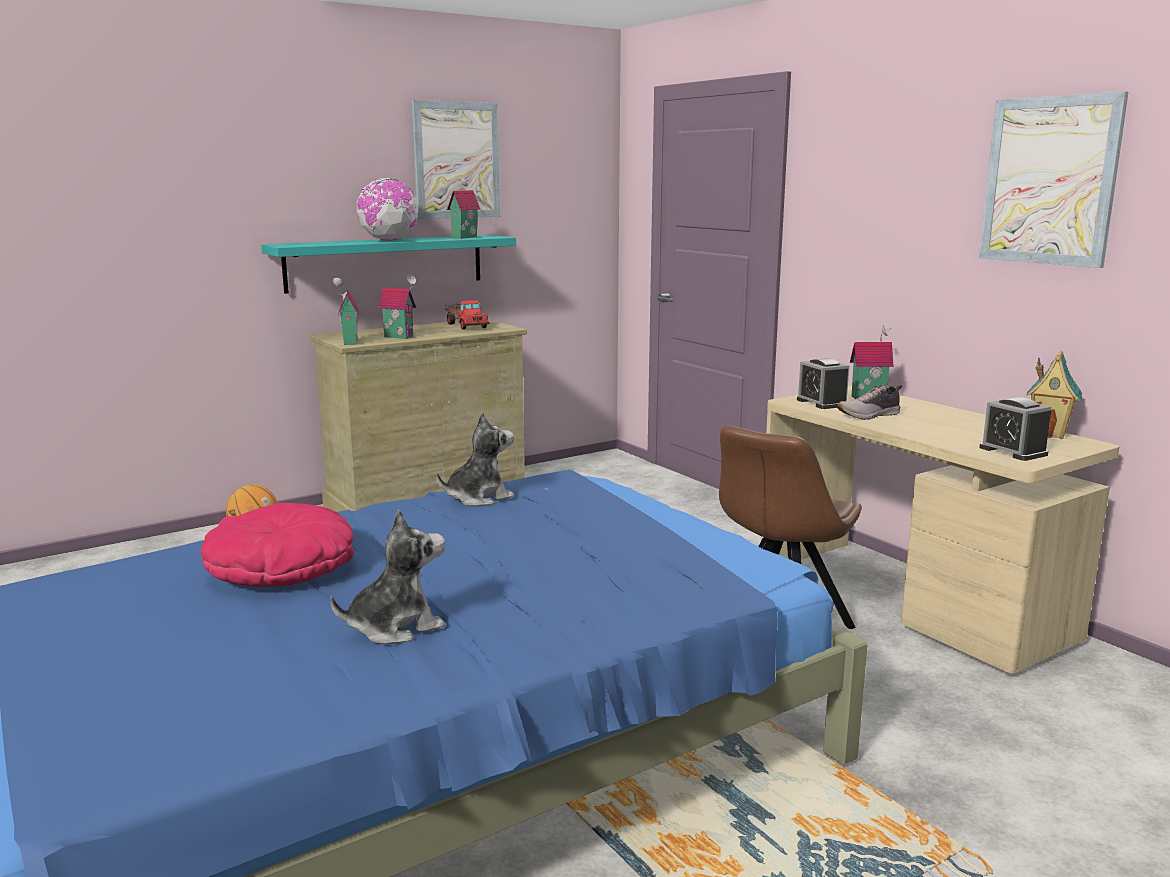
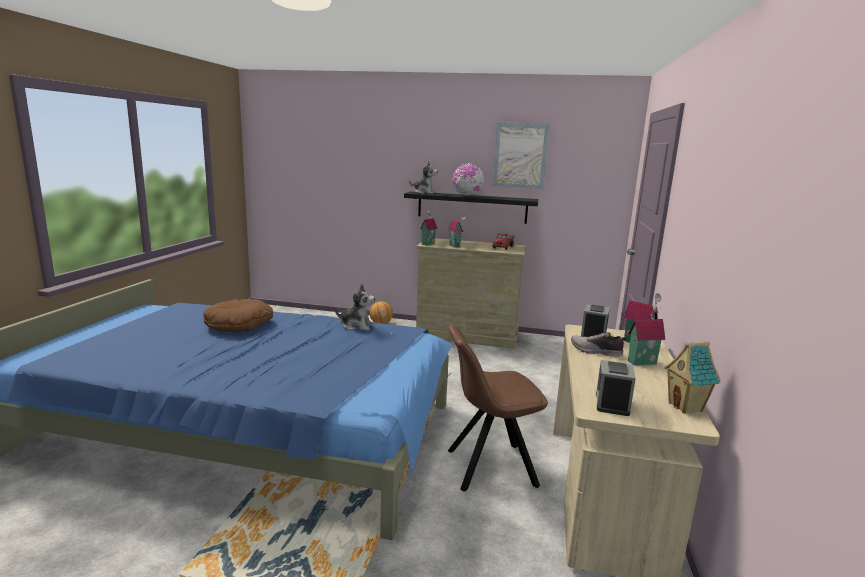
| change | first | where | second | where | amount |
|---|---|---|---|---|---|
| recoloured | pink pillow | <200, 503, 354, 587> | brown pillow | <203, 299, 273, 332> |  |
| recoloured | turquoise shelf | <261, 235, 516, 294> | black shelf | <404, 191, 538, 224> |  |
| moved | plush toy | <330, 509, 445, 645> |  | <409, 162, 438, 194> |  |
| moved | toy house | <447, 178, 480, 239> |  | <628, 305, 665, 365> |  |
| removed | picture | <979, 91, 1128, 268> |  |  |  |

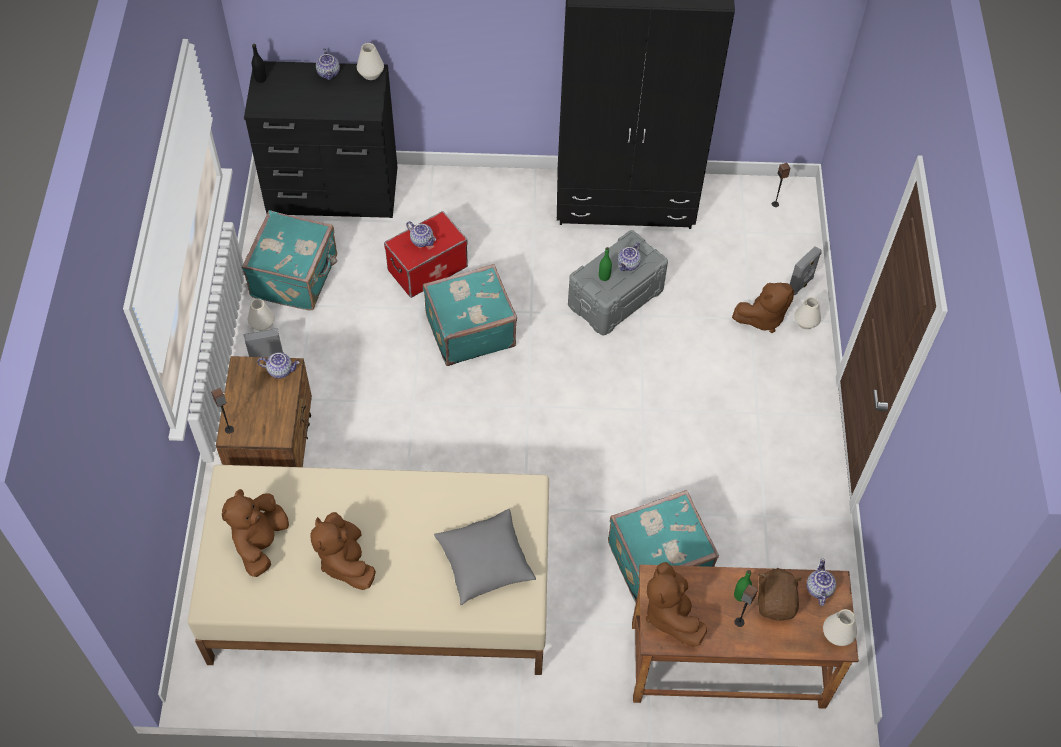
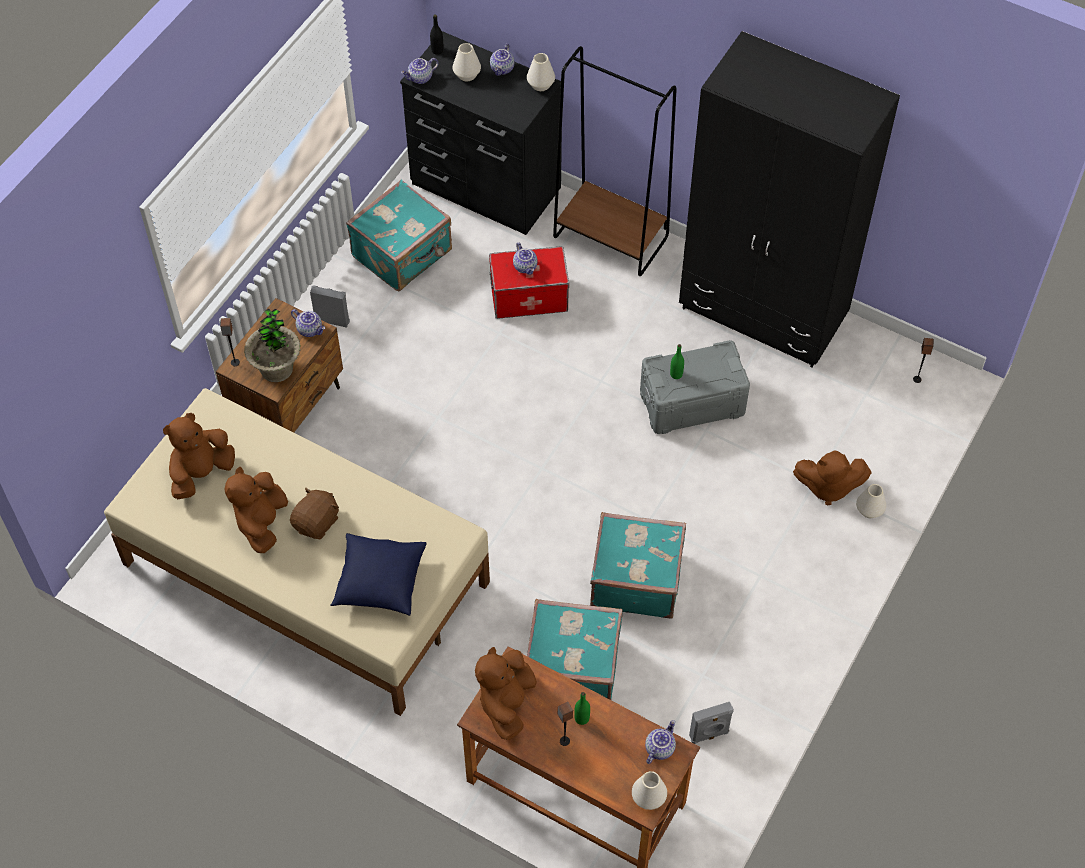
| change | first | where | second | where | amount |
|---|---|---|---|---|---|
| added |  |  | potted plant | <244, 309, 301, 382> |  |
| moved | brown plush toy | <758, 568, 802, 621> |  | <290, 488, 339, 539> |  |
| recoloured | grey pillow | <434, 509, 536, 605> | blue pillow | <330, 533, 427, 616> |  |
| moved | teapot | <617, 242, 641, 271> |  | <401, 58, 439, 84> |  |
| moved | white vase | <248, 299, 275, 331> |  | <453, 43, 481, 81> |  |
| added |  |  | clothes rack | <553, 46, 677, 276> |  |
| moved | turquoise suitcase | <423, 264, 517, 366> |  | <590, 512, 686, 619> |  |
| moved | grey speaker | <789, 246, 822, 295> |  | <689, 702, 734, 744> |  |

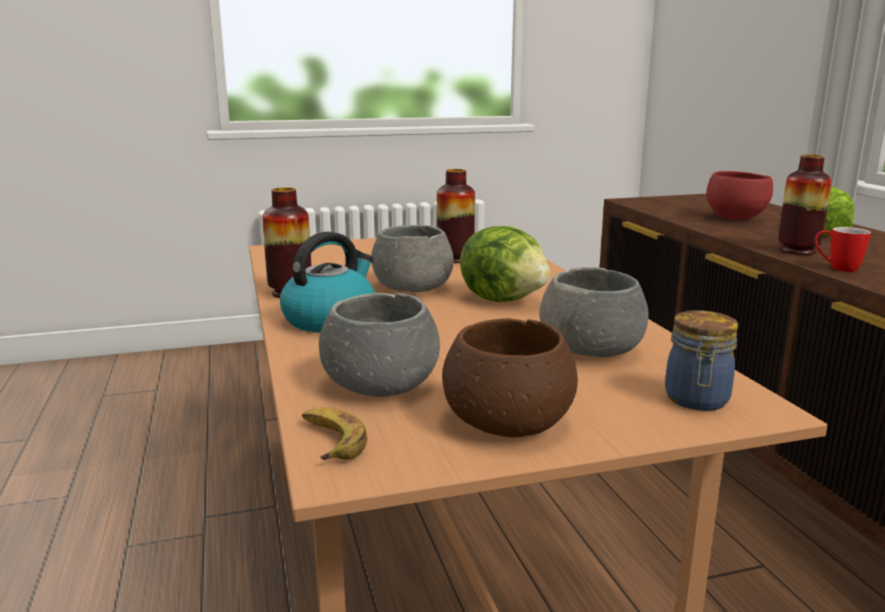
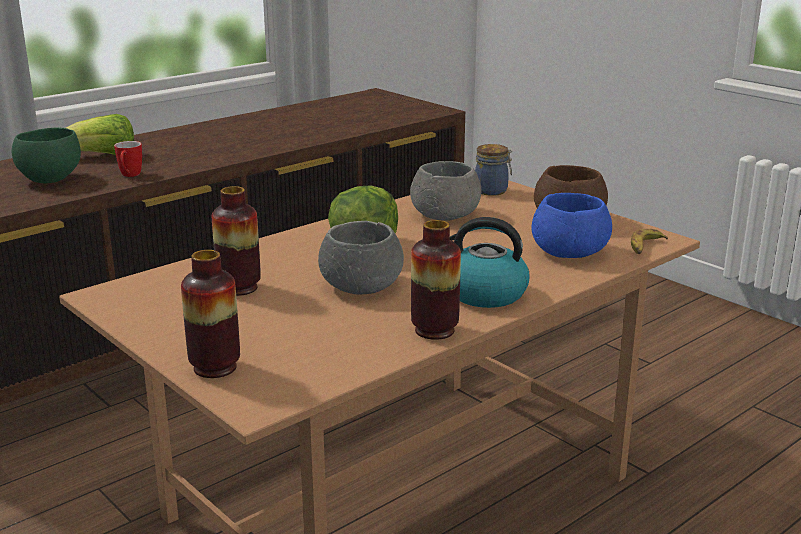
| change | first | where | second | where | amount |
|---|---|---|---|---|---|
| recoloured | red bowl | <706, 171, 773, 220> | green bowl | <12, 128, 81, 183> |  |
| moved | mug | <815, 227, 871, 272> |  | <114, 141, 142, 177> |  |
| moved | vase | <778, 155, 832, 255> |  | <181, 250, 240, 378> |  |
| recoloured | grey bowl | <319, 293, 440, 397> | blue bowl | <531, 193, 612, 258> |  |

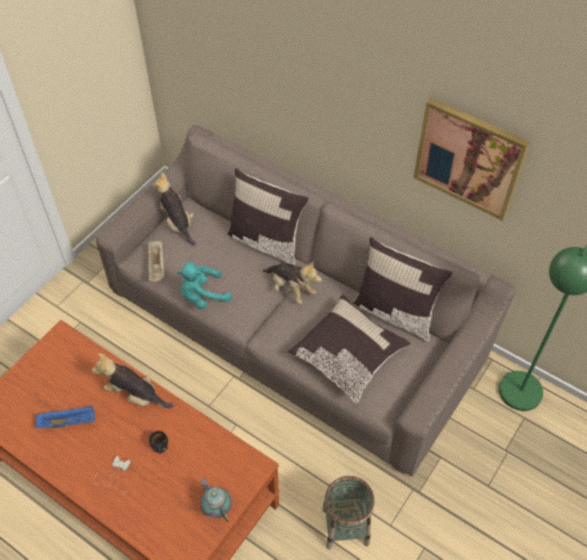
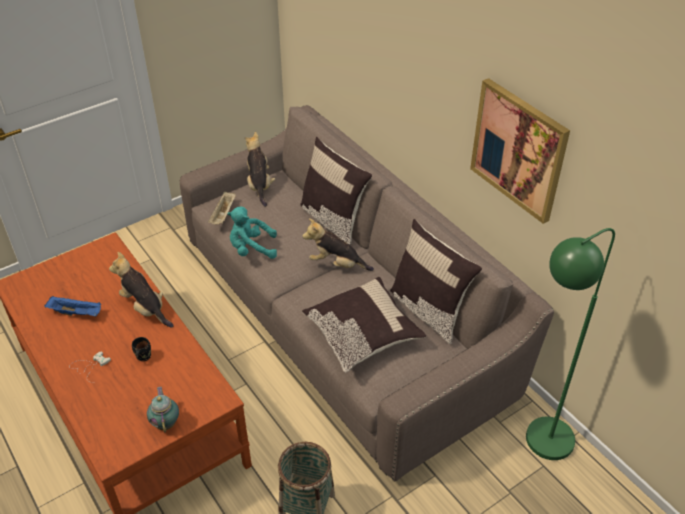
| change | first | where | second | where | amount |
|---|---|---|---|---|---|
| turned | plush toy | <263, 262, 322, 304> |  | <302, 218, 374, 271> | 135 degrees clockwise |

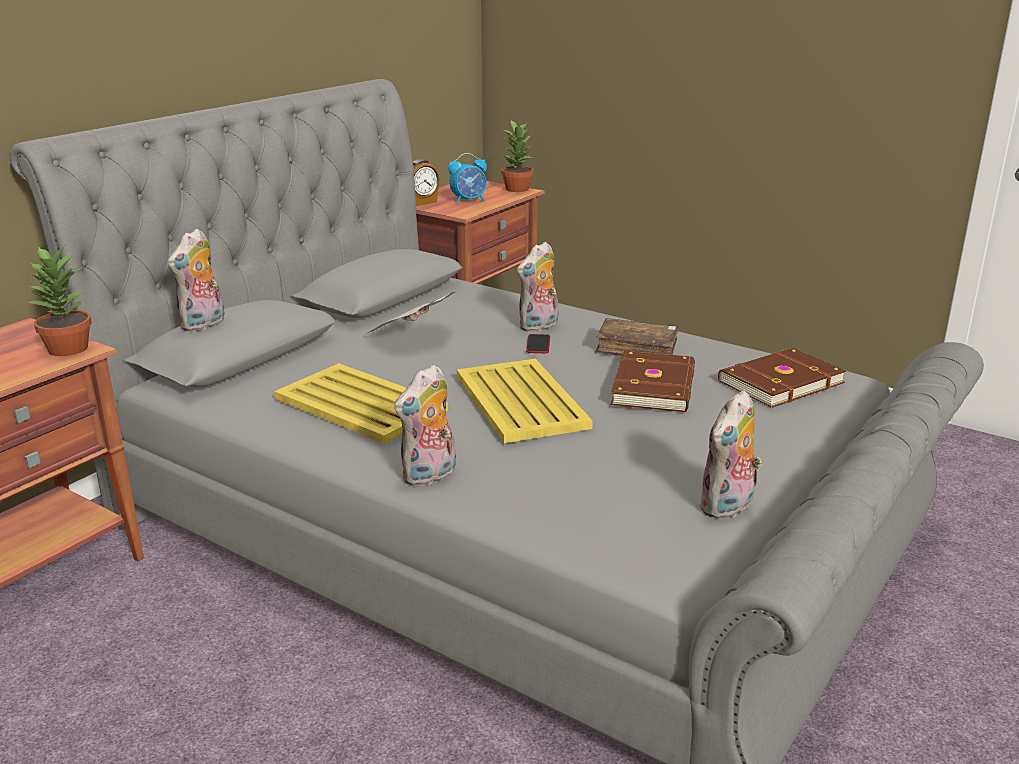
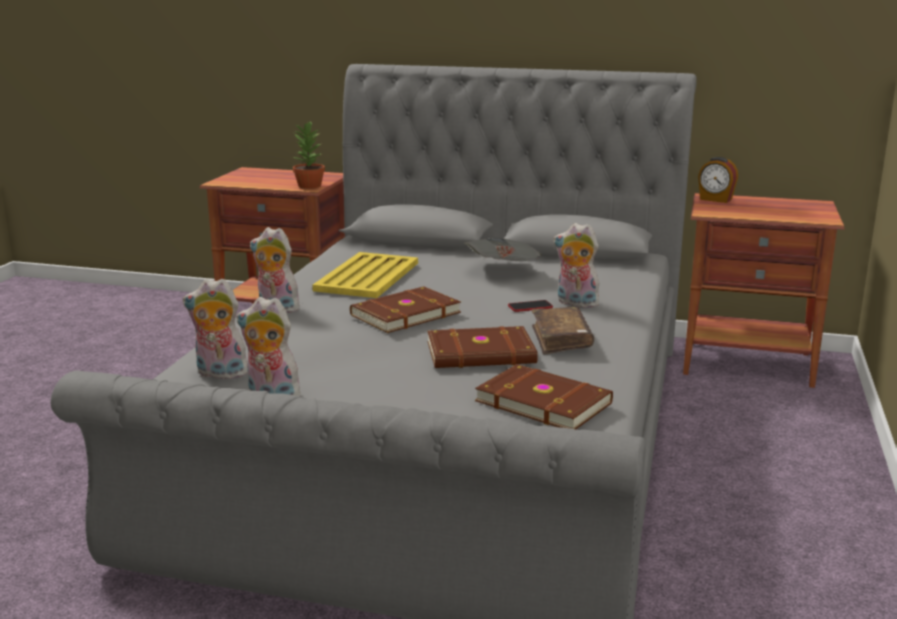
| change | first | where | second | where | amount |
|---|---|---|---|---|---|
| moved | plush toy | <168, 228, 225, 332> |  | <183, 279, 248, 379> |  |
| replaced | yellow tray | <457, 359, 593, 443> | brown book | <350, 286, 461, 333> |  |
| removed | alarm clock | <448, 153, 487, 204> |  |  |  |
| removed | potted plant | <501, 120, 534, 192> |  |  |  |

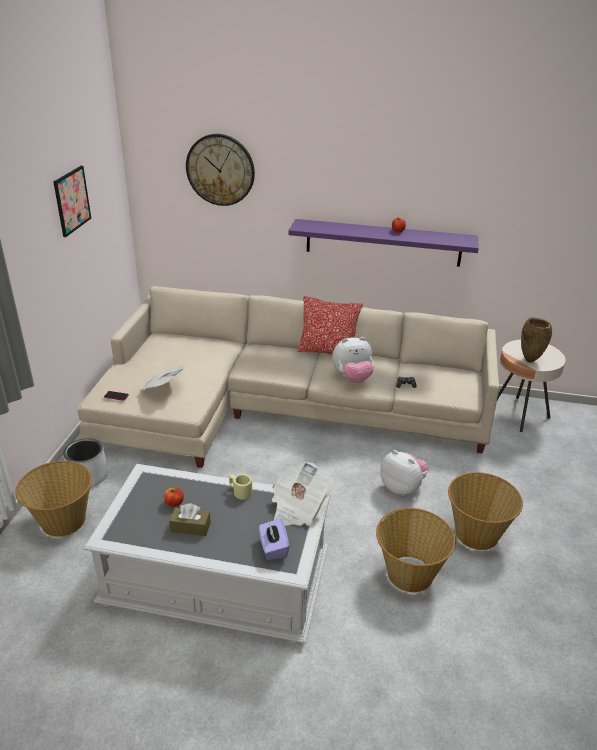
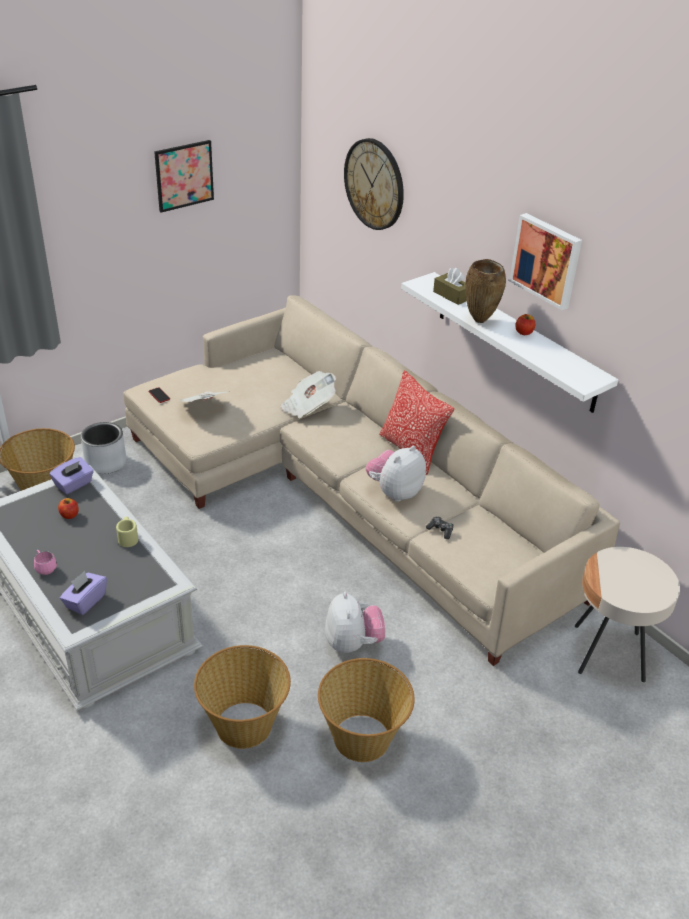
| change | first | where | second | where | amount |
|---|---|---|---|---|---|
| added |  |  | pink mug | <34, 550, 57, 575> |  |
| added |  |  | purple tissue box | <50, 457, 94, 494> |  |
| moved | newspaper | <272, 462, 331, 526> |  | <281, 371, 336, 418> |  |
| turned | plush toy | <332, 337, 374, 383> |  | <366, 446, 426, 502> | 105 degrees clockwise |
| recoloured | purple shelf | <288, 219, 479, 267> | white shelf | <401, 272, 618, 413> |  |
| moved | brown tissue box | <169, 503, 211, 536> |  | <433, 268, 466, 305> |  |
| moved | brown vase | <521, 318, 552, 362> |  | <465, 259, 506, 323> |  |
| added |  |  | picture | <509, 213, 582, 310> |  |

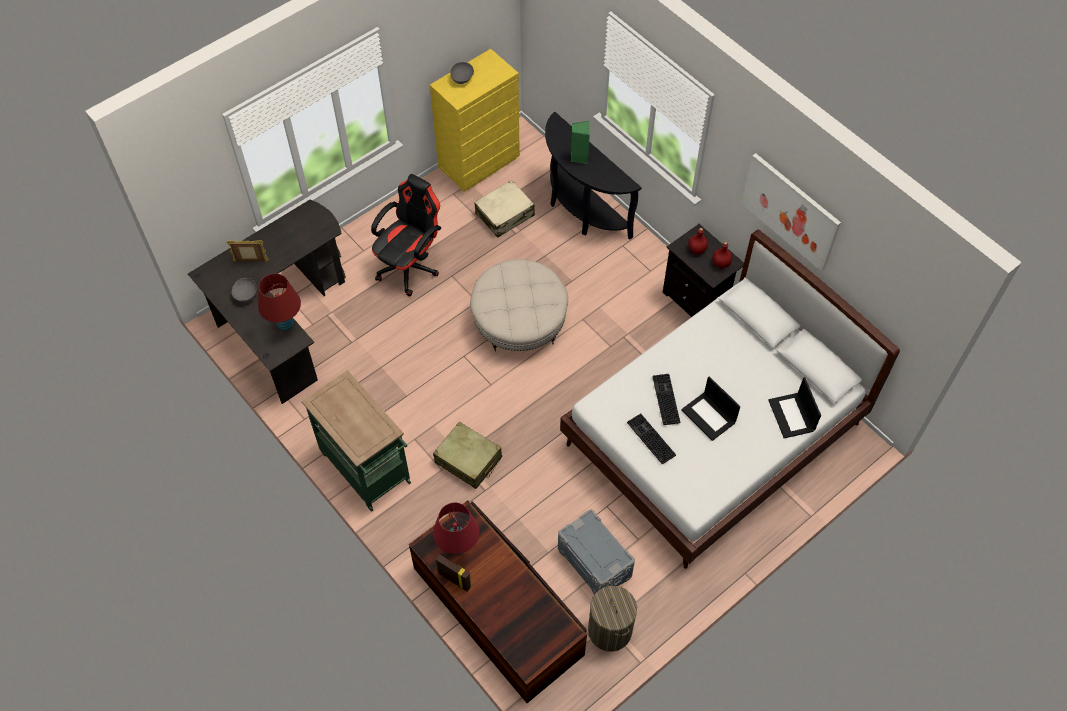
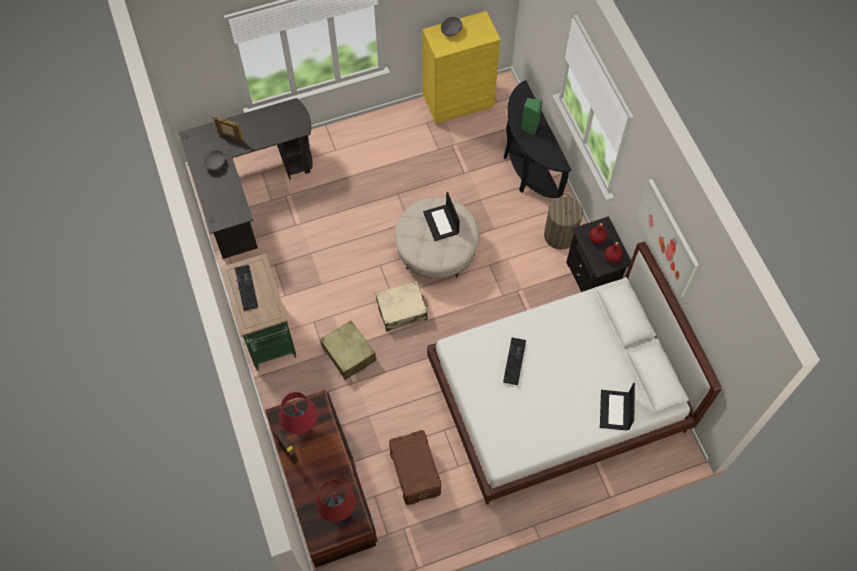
| change | first | where | second | where | amount |
|---|---|---|---|---|---|
| moved | keyboard | <627, 413, 676, 465> |  | <235, 265, 258, 311> |  |
| moved | red table lamp | <258, 274, 301, 330> |  | <316, 479, 356, 522> |  |
| moved | beige suitcase | <474, 180, 535, 238> |  | <376, 281, 428, 331> |  |
| recoloured | grey storage box | <558, 509, 635, 595> | brown storage box | <389, 430, 441, 505> |  |
| moved | laptop | <681, 376, 740, 441> |  | <423, 192, 460, 241> |  |
| moved | laundry basket | <588, 582, 637, 652> |  | <544, 194, 583, 250> |  |
| removed | black office chair | <371, 174, 441, 296> |  |  |  |

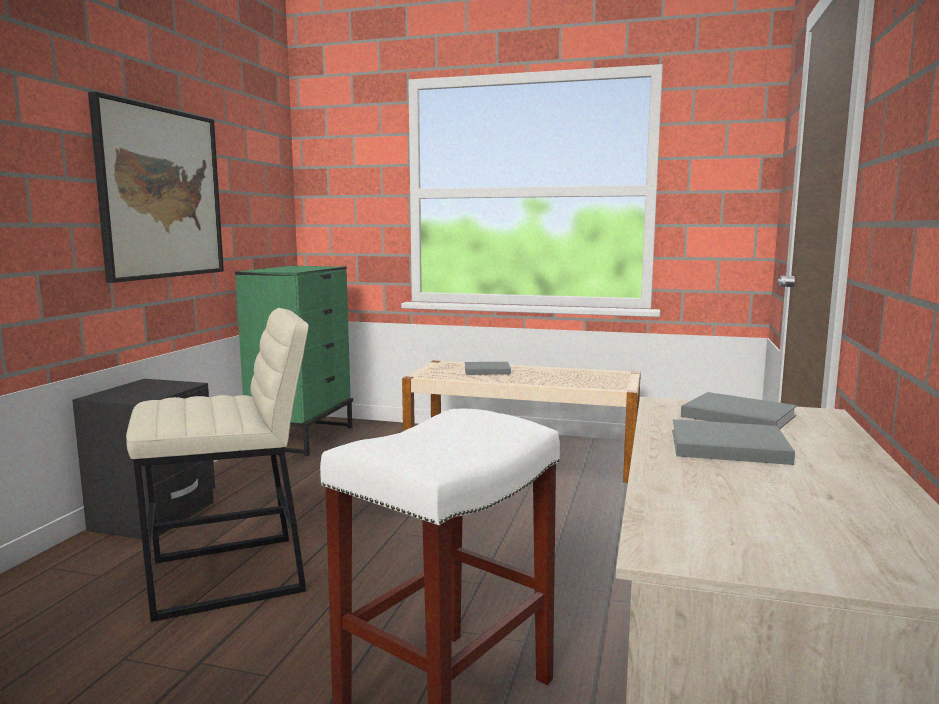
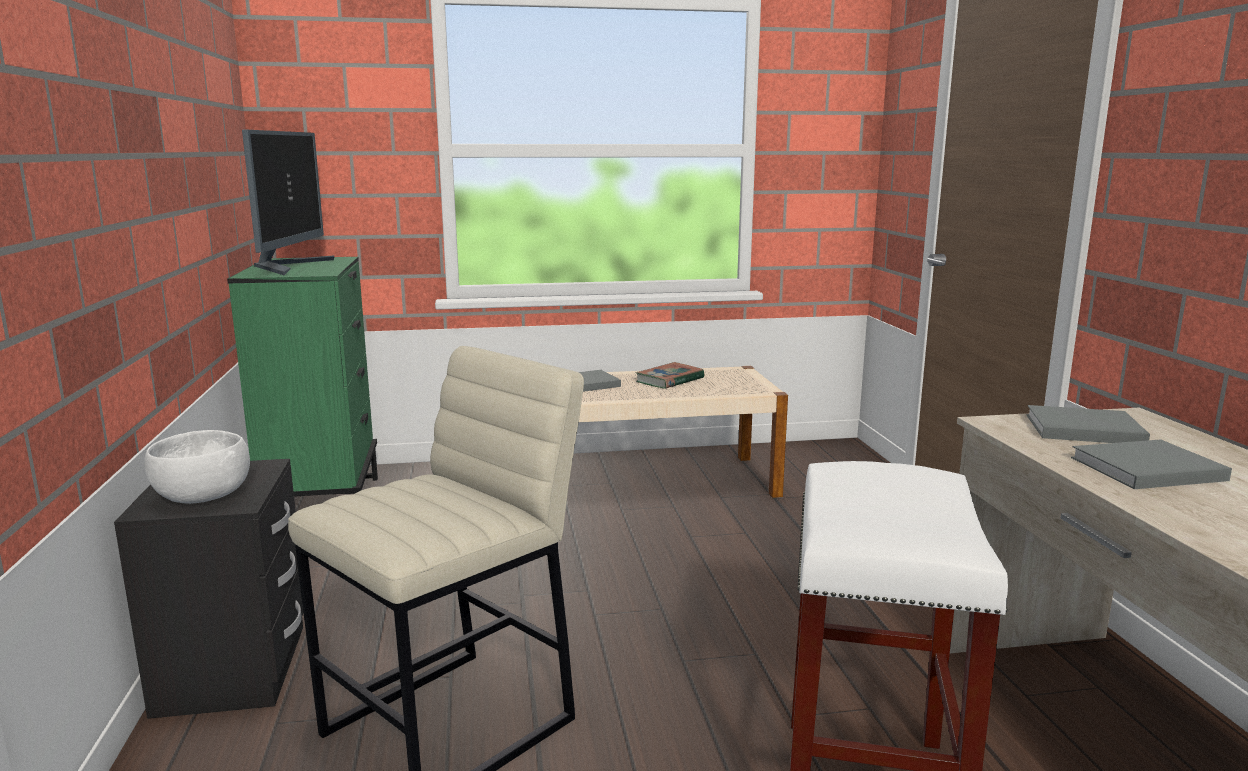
| change | first | where | second | where | amount |
|---|---|---|---|---|---|
| added |  |  | white bowl | <144, 430, 250, 504> |  |
| added |  |  | monitor | <242, 130, 334, 275> |  |
| added |  |  | book | <636, 362, 705, 389> |  |
| removed | picture | <88, 92, 224, 283> |  |  |  |

